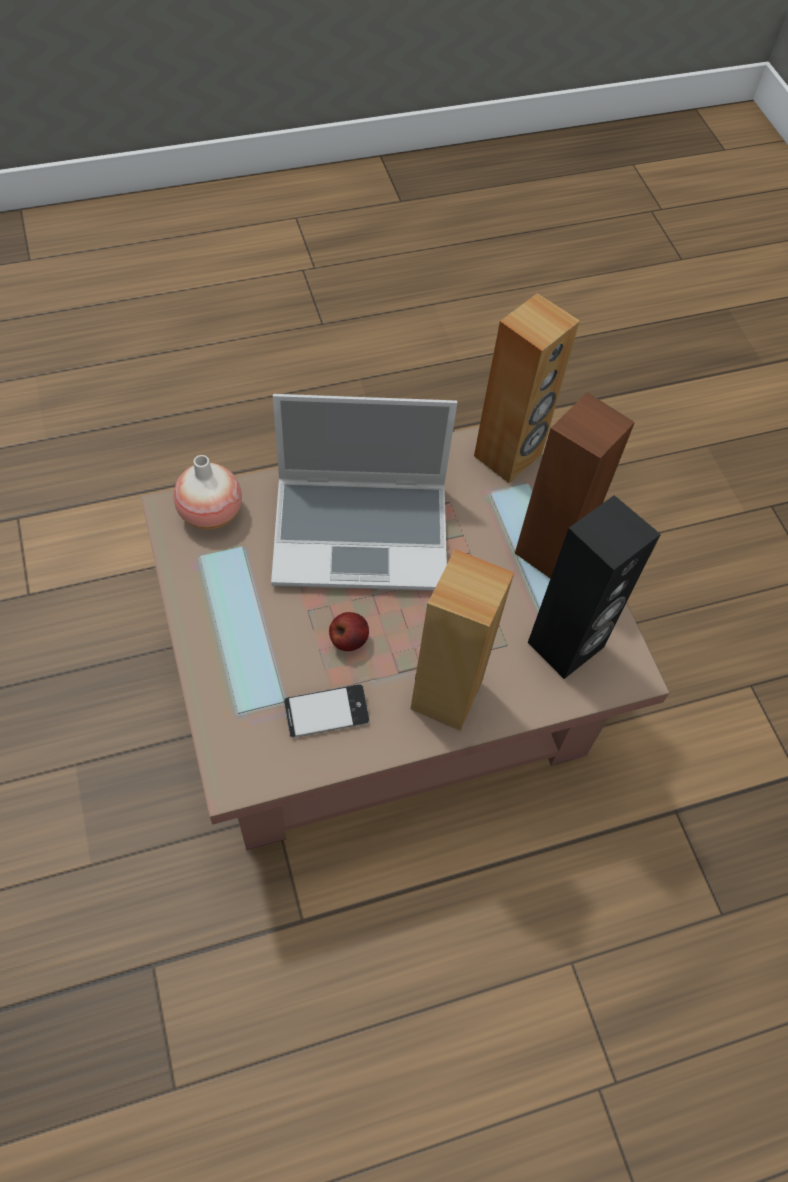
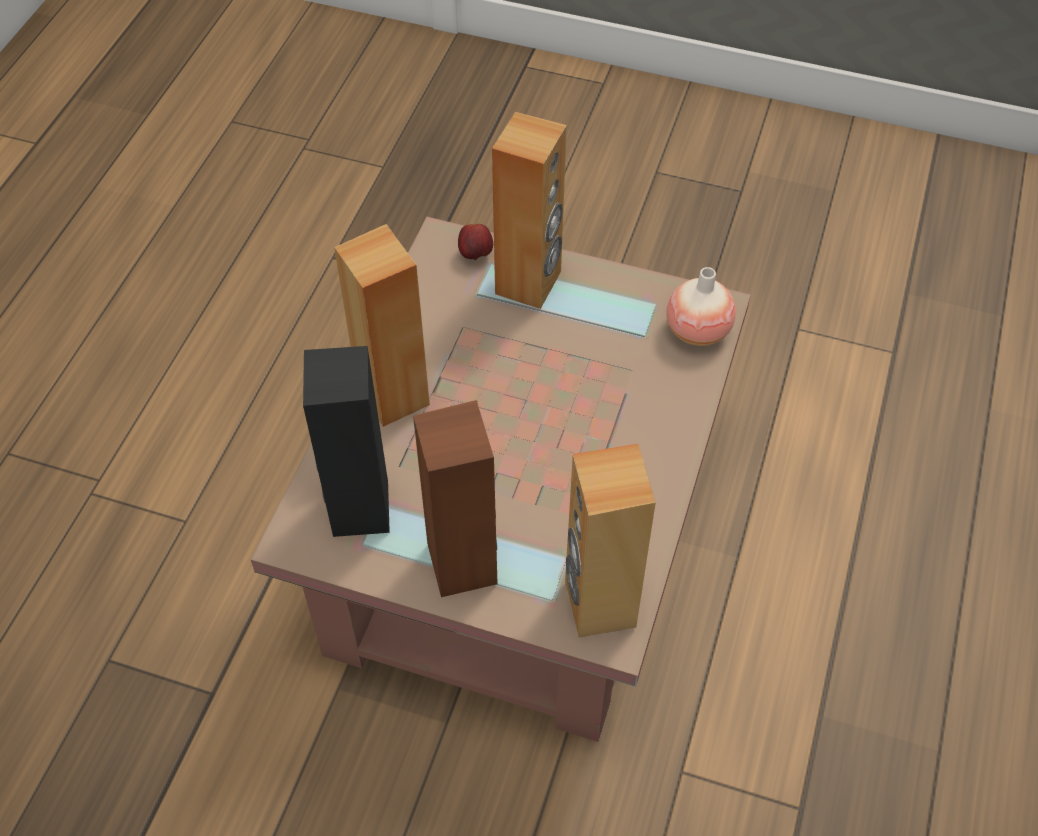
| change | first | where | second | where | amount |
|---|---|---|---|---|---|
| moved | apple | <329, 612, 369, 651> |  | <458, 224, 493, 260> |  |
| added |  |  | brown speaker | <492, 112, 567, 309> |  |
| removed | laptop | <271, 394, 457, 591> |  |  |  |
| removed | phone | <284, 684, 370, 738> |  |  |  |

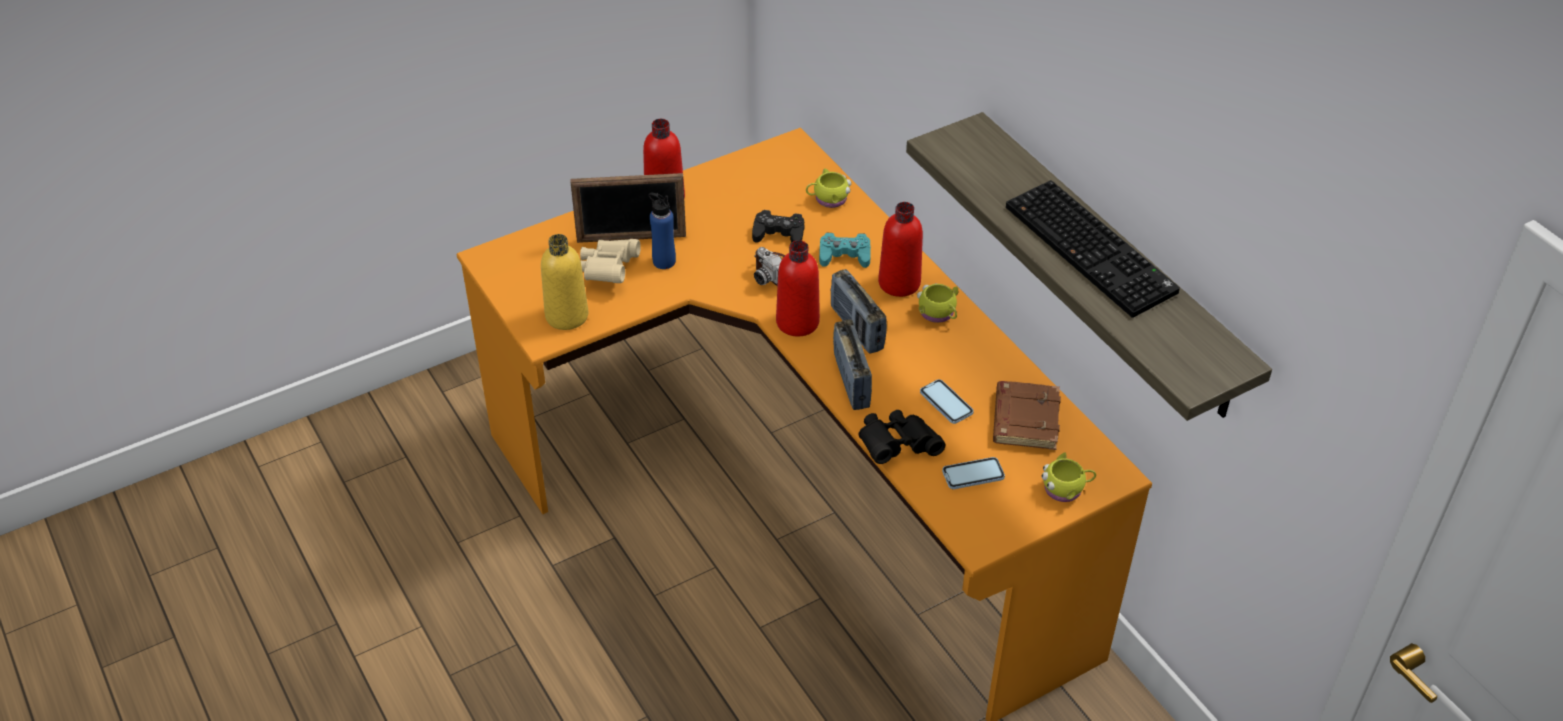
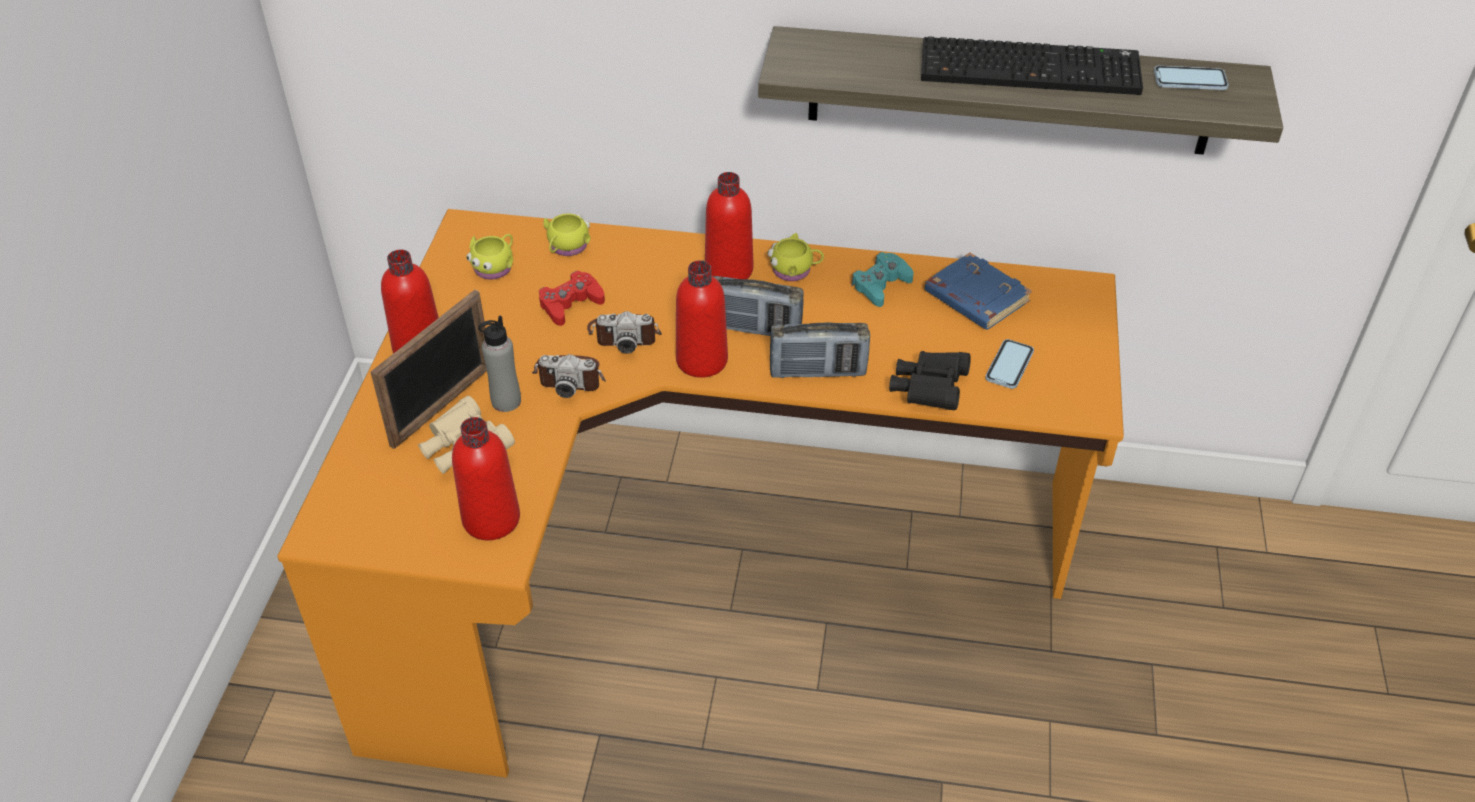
| change | first | where | second | where | amount |
|---|---|---|---|---|---|
| recoloured | yellow bottle | <541, 234, 588, 330> | red bottle | <452, 417, 520, 540> |  |
| moved | yellow mug | <1042, 452, 1096, 502> |  | <466, 234, 513, 280> |  |
| recoloured | blue bottle | <648, 193, 676, 269> | grey bottle | <478, 315, 521, 412> |  |
| added |  |  | photo camera | <532, 354, 606, 398> |  |
| recoloured | black game controller | <752, 210, 805, 243> | red game controller | <539, 271, 605, 326> |  |
| turned | radio | <833, 319, 872, 410> |  | <770, 322, 870, 378> | 150 degrees clockwise |
| moved | turquoise game controller | <819, 233, 871, 268> |  | <851, 252, 913, 307> |  |
| recoloured | brown book | <993, 381, 1061, 450> | blue book | <925, 252, 1032, 330> |  |
| moved | phone | <920, 379, 974, 424> |  | <1154, 66, 1228, 90> |  |

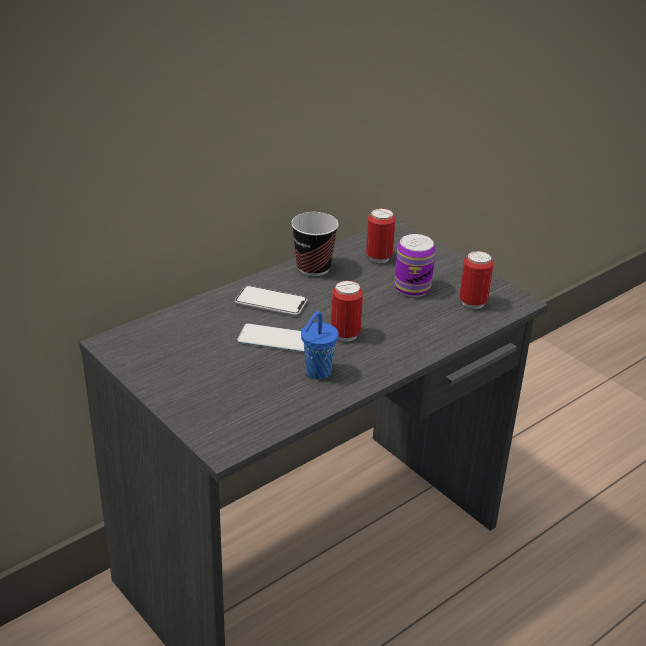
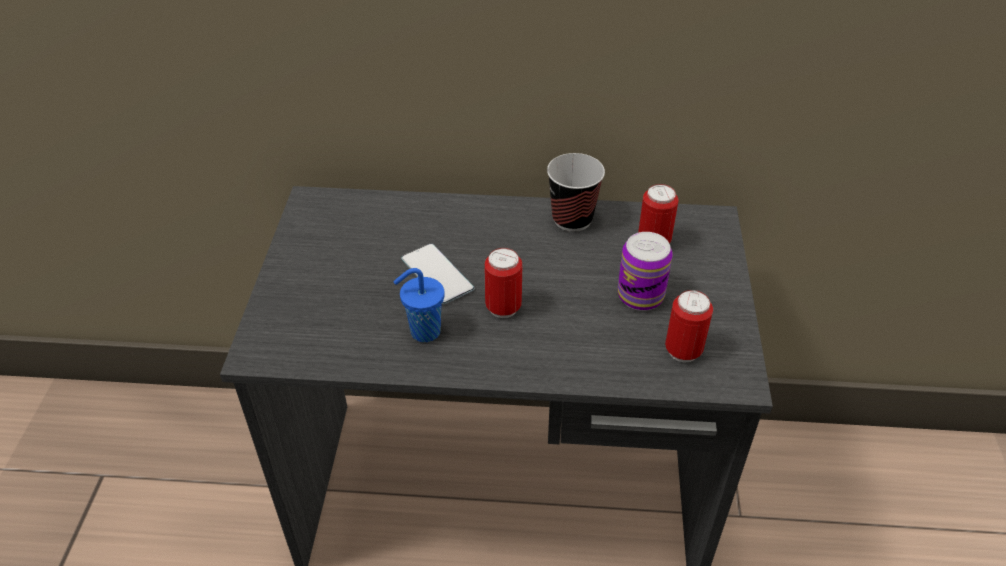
| change | first | where | second | where | amount |
|---|---|---|---|---|---|
| removed | phone | <235, 286, 308, 315> |  |  |  |

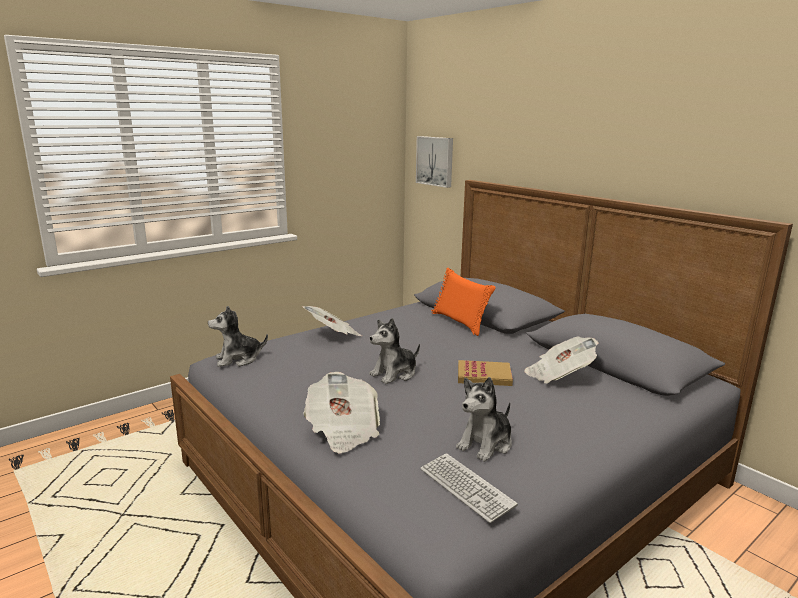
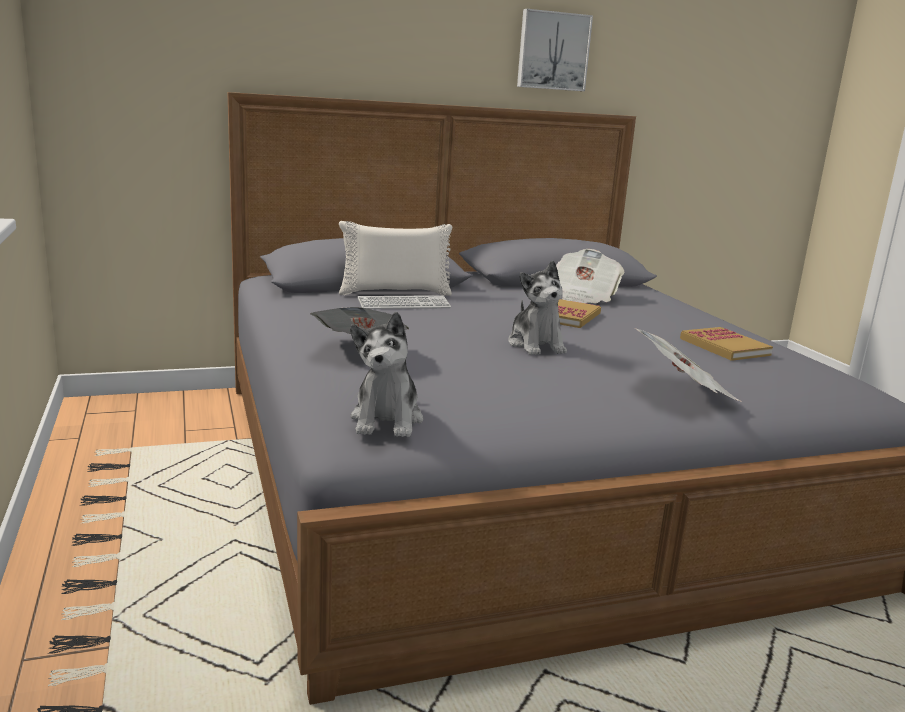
| change | first | where | second | where | amount |
|---|---|---|---|---|---|
| recoloured | orange pillow | <431, 268, 495, 336> | white pillow | <339, 221, 452, 296> |  |
| moved | keyboard | <420, 453, 518, 523> |  | <357, 295, 451, 309> |  |
| moved | picture | <416, 136, 453, 188> |  | <517, 9, 593, 91> |  |
| replaced | plush toy | <456, 377, 512, 462> | book | <680, 327, 773, 361> |  |

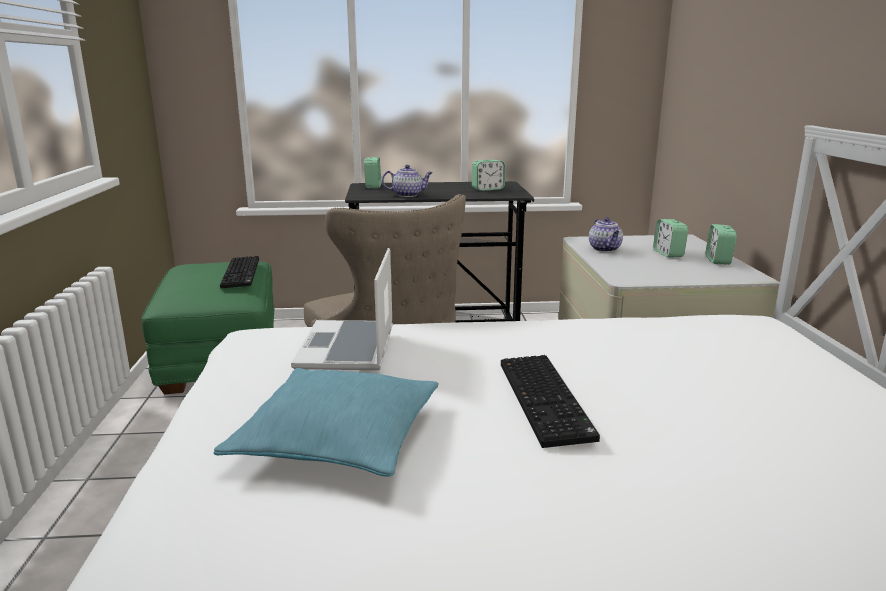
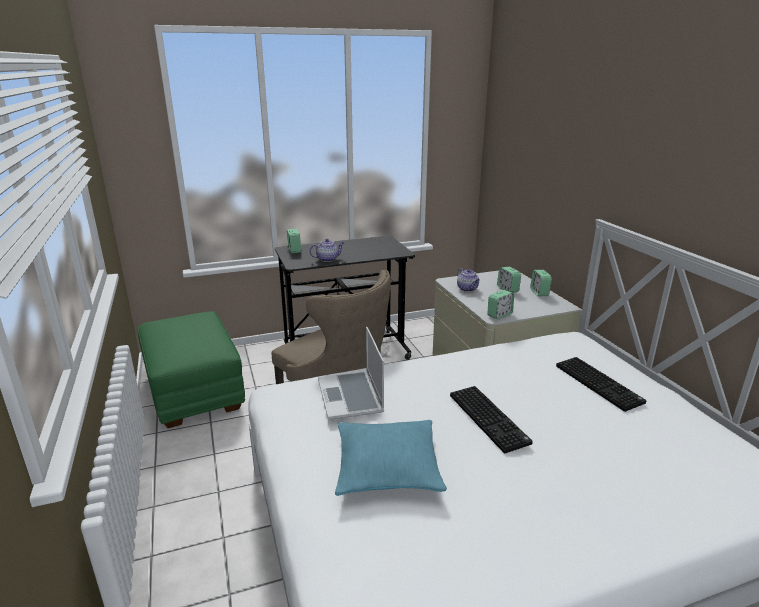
| change | first | where | second | where | amount |
|---|---|---|---|---|---|
| moved | alarm clock | <472, 160, 505, 191> |  | <488, 290, 514, 319> |  |
| moved | keyboard | <220, 256, 259, 288> |  | <556, 357, 647, 412> |  |

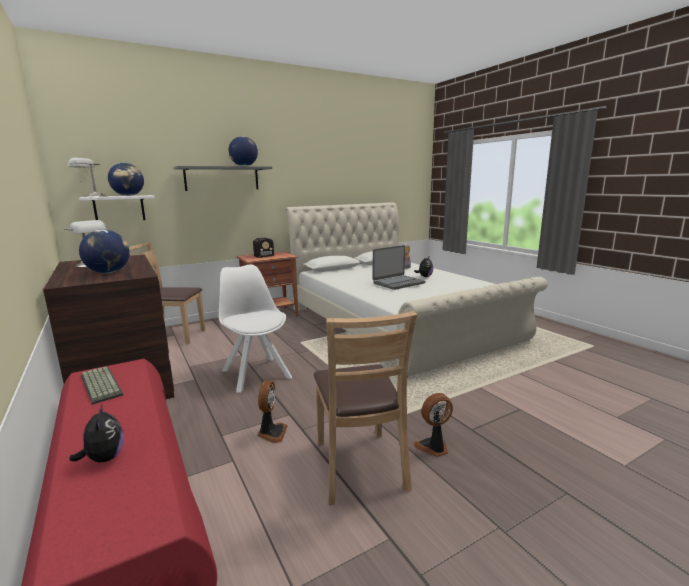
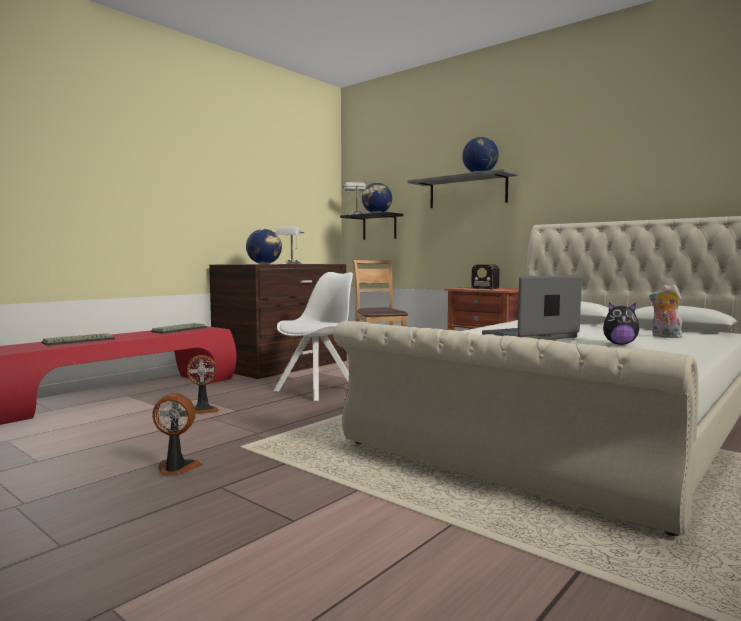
| change | first | where | second | where | amount |
|---|---|---|---|---|---|
| replaced | plush toy | <69, 405, 124, 463> | keyboard | <41, 333, 115, 346> |  |
| turned | fan | <414, 393, 453, 457> |  | <152, 393, 202, 475> | 45 degrees counterclockwise |
| recoloured | white shelf | <79, 195, 155, 220> | black shelf | <340, 212, 403, 240> |  |
| turned | laptop | <373, 245, 426, 290> |  | <482, 275, 582, 340> | 120 degrees clockwise |
| removed | brown chair | <314, 311, 417, 505> |  |  |  |

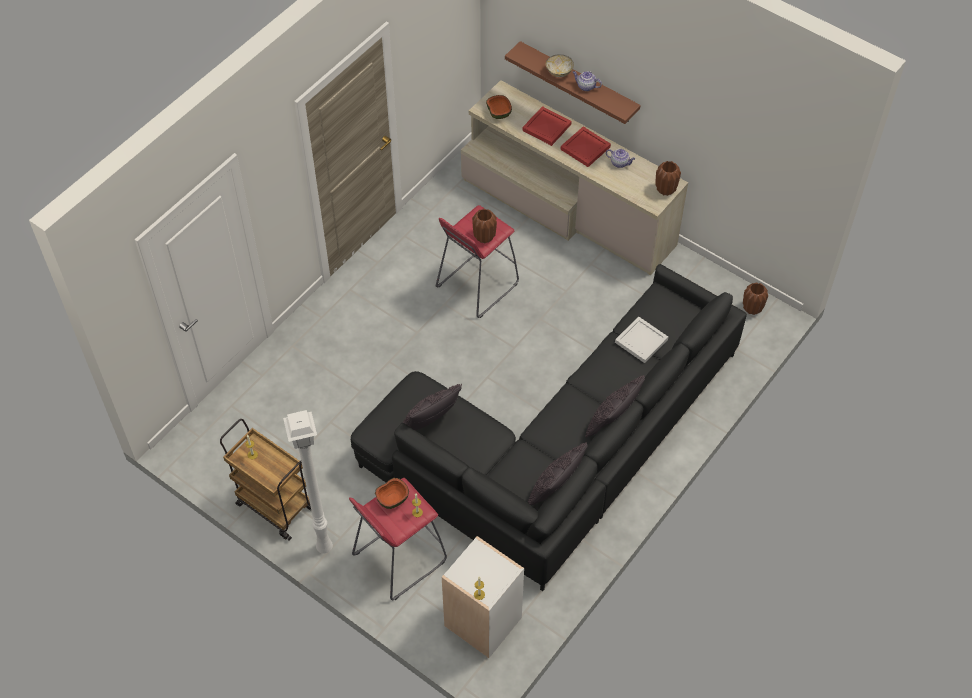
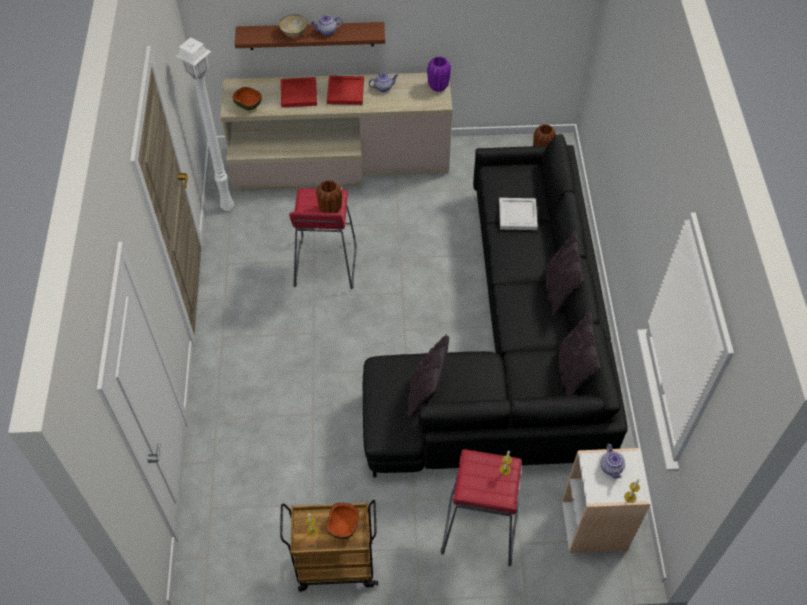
| change | first | where | second | where | amount |
|---|---|---|---|---|---|
| moved | white floor lamp | <283, 410, 333, 554> |  | <176, 37, 234, 211> |  |
| moved | bowl | <375, 478, 409, 509> |  | <325, 503, 359, 539> |  |
| recoloured | brown vase | <656, 161, 681, 196> | purple vase | <427, 56, 451, 92> |  |
| added |  |  | teapot | <600, 444, 625, 479> |  |

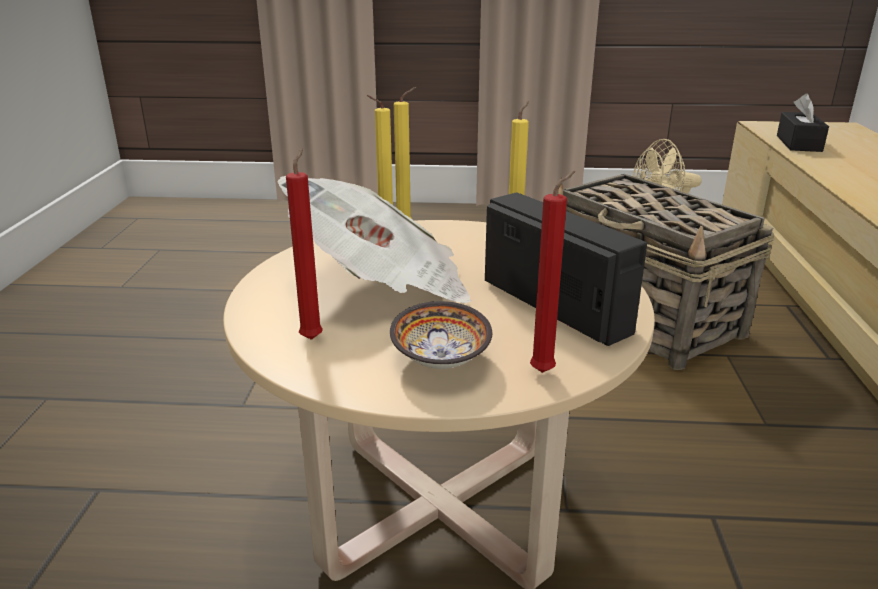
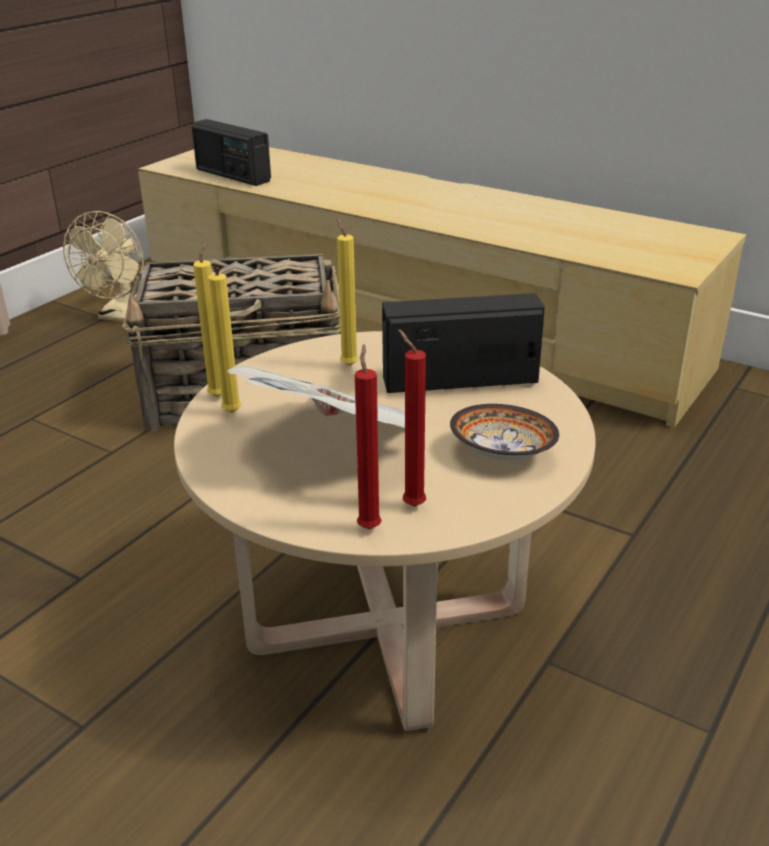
| change | first | where | second | where | amount |
|---|---|---|---|---|---|
| replaced | black tissue box | <777, 94, 829, 152> | radio | <192, 119, 271, 186> |  |
| moved | red candle | <530, 171, 575, 373> |  | <355, 344, 382, 529> |  |

